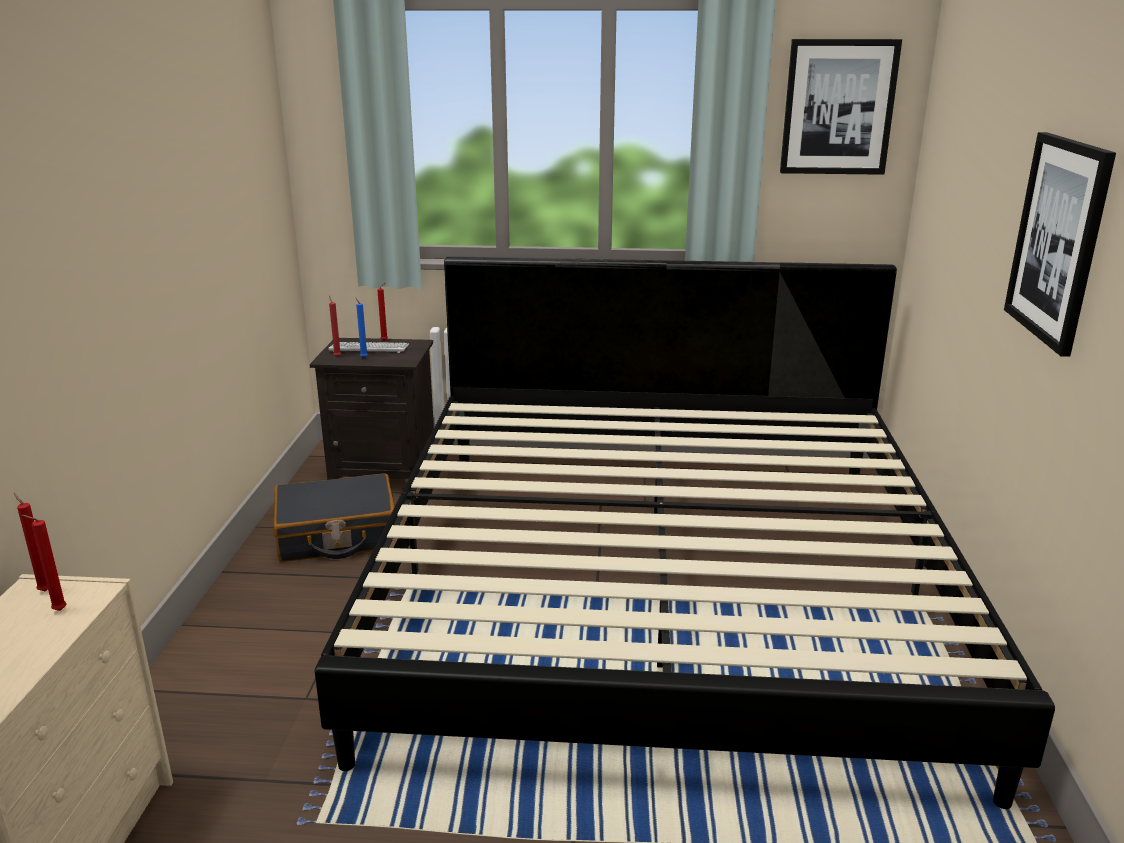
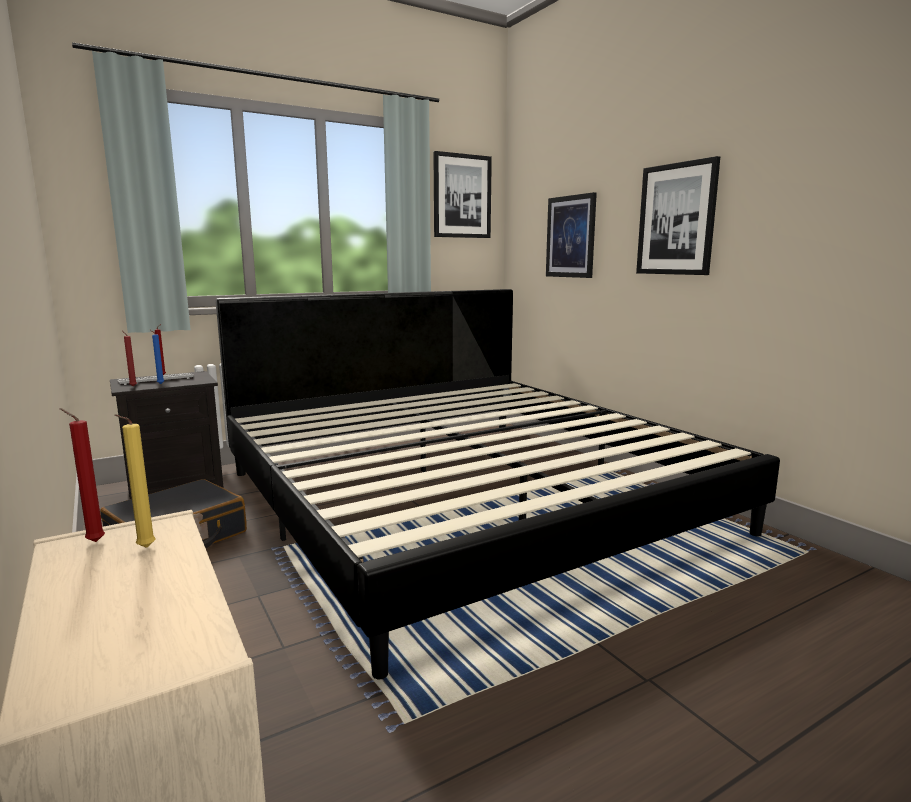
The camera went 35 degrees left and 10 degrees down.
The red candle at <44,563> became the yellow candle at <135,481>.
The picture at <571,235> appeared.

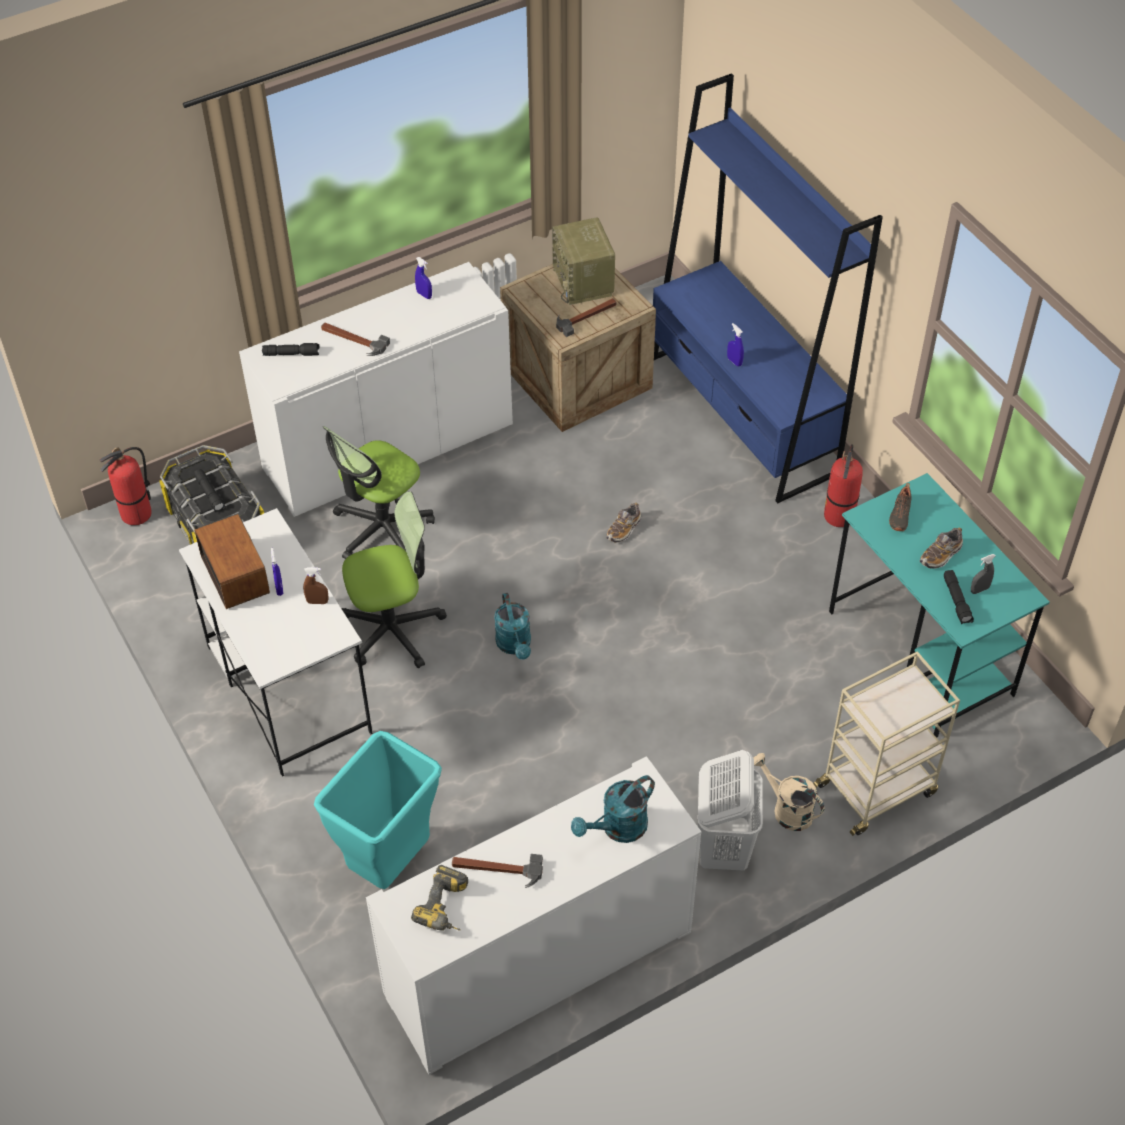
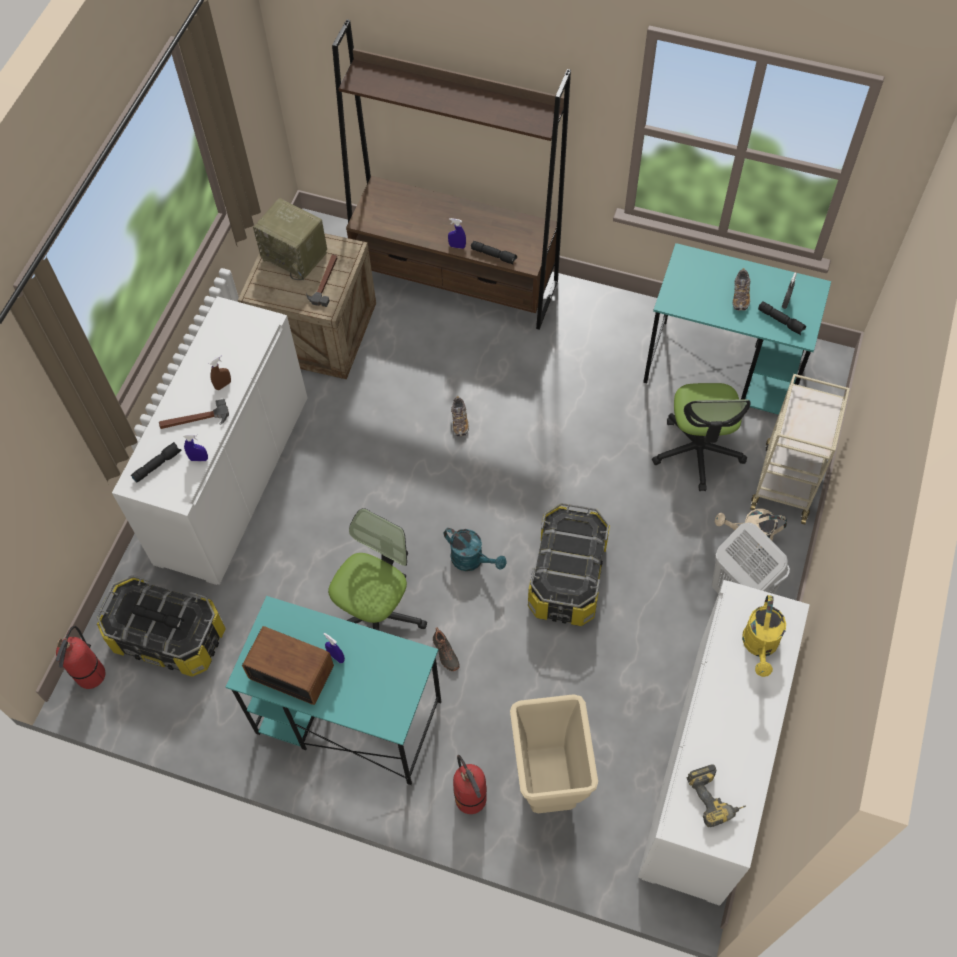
The camera went 40 degrees left and 10 degrees up.
The blue bookcase at <768,288> became the brown bookcase at <451,174>.
The blue spray bottle moved from <423,278> to <195,447>.
The office chair moved from <379,492> to <701,437>.
The fire extinguisher moved from <843,485> to <470,784>.
The black shoe moved from <900,507> to <446,649>.
The white desk at <276,642> became the turquoise desk at <333,690>.
The brown spray bottle moved from <316,585> to <220,372>.
The turquoise trash can at <378,810> became the beige trash can at <554,753>.
The turquoise watering can at <613,809> became the yellow watering can at <764,636>.
The hammer at <497,871> disappeared.
The black flashlight at <494,253> appeared.
The storage box at <569,564> appeared.

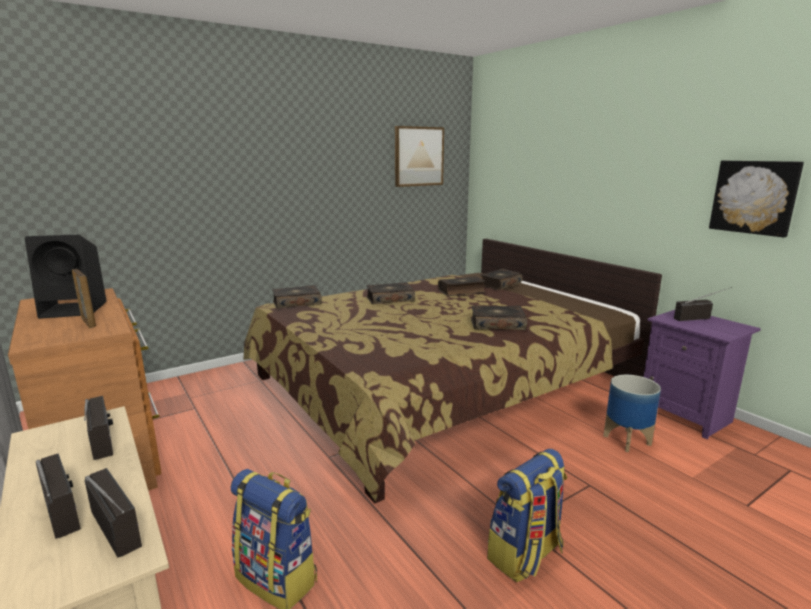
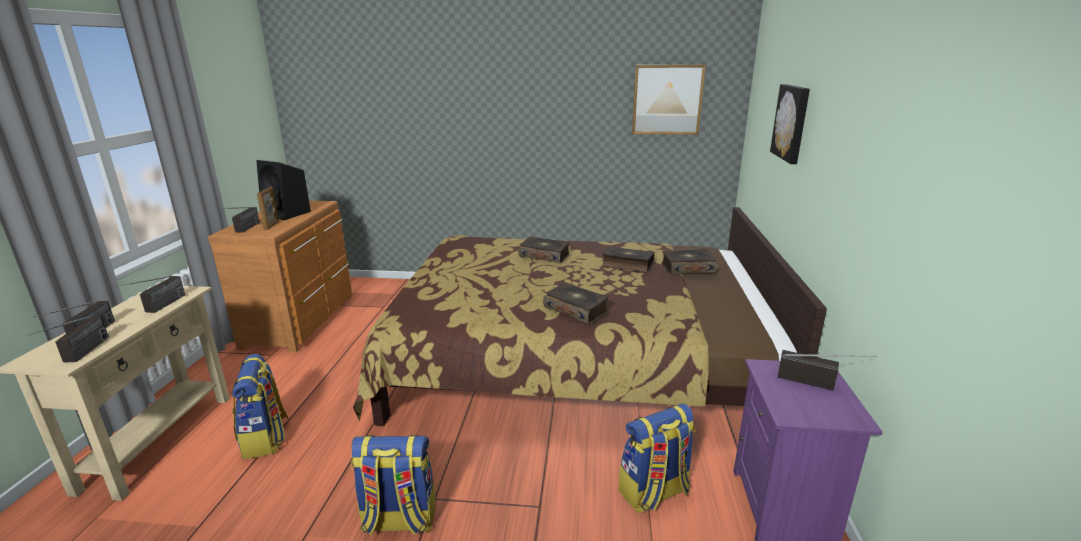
The camera went 40 degrees right and 5 degrees up.
The picture moved from <756,199> to <790,124>.
The book at <297,297> disappeared.
The planter at <632,413> was replaced by the backpack at <657,458>.
The radio at <239,219> appeared.

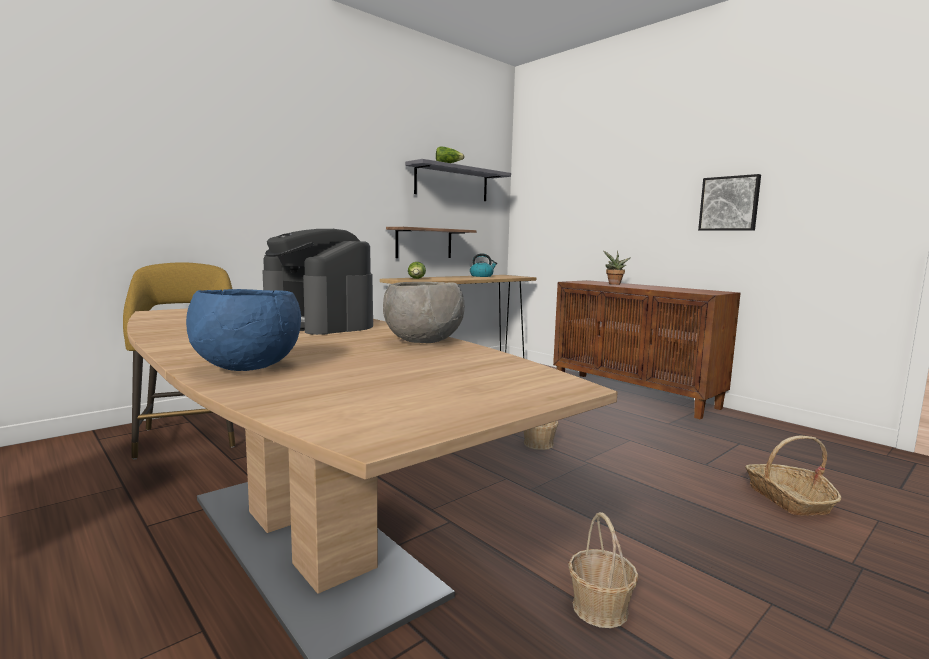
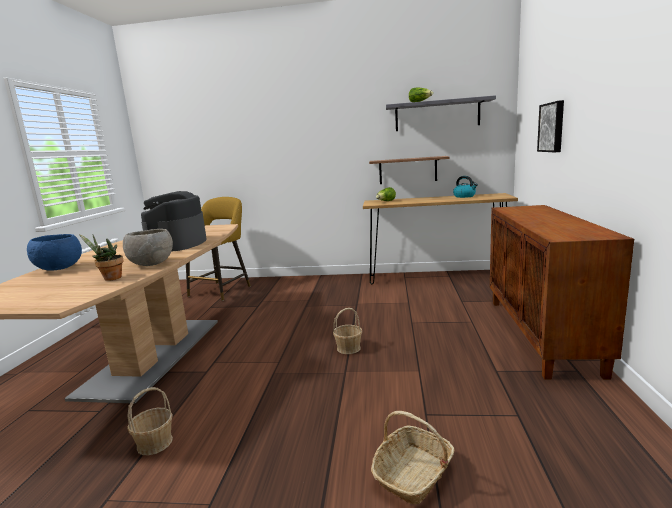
The camera went 50 degrees right and 5 degrees up.
The picture moved from <729,202> to <550,126>.
The potted plant moved from <616,268> to <101,257>.

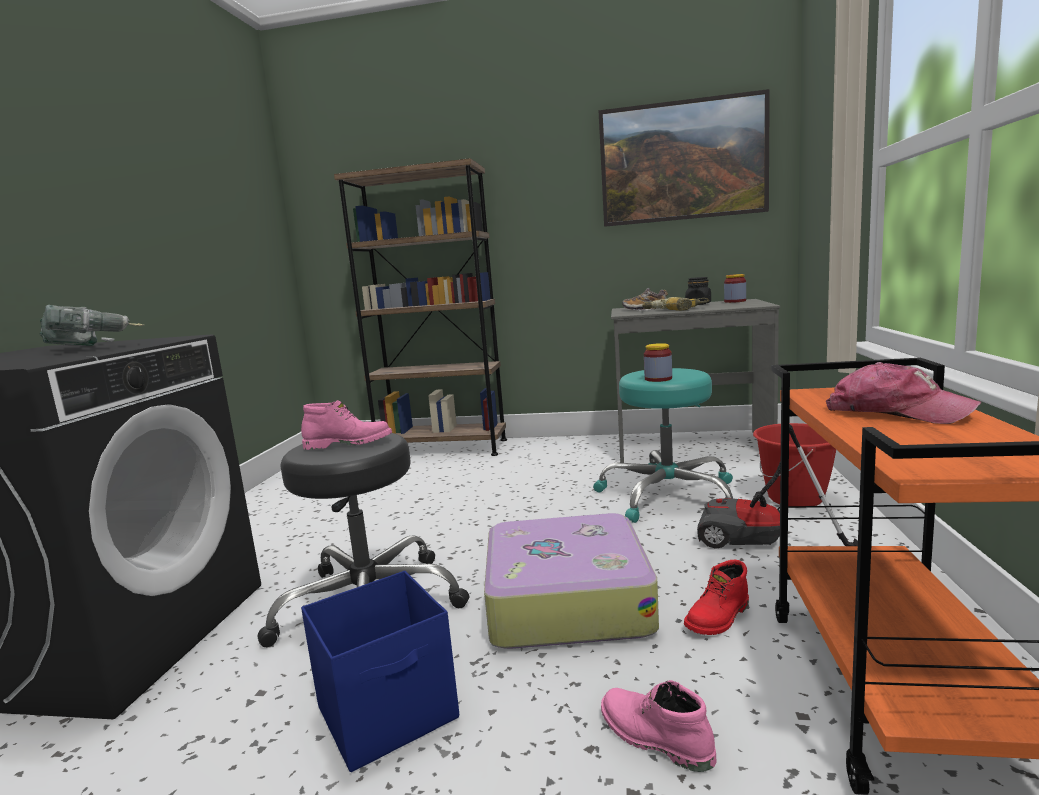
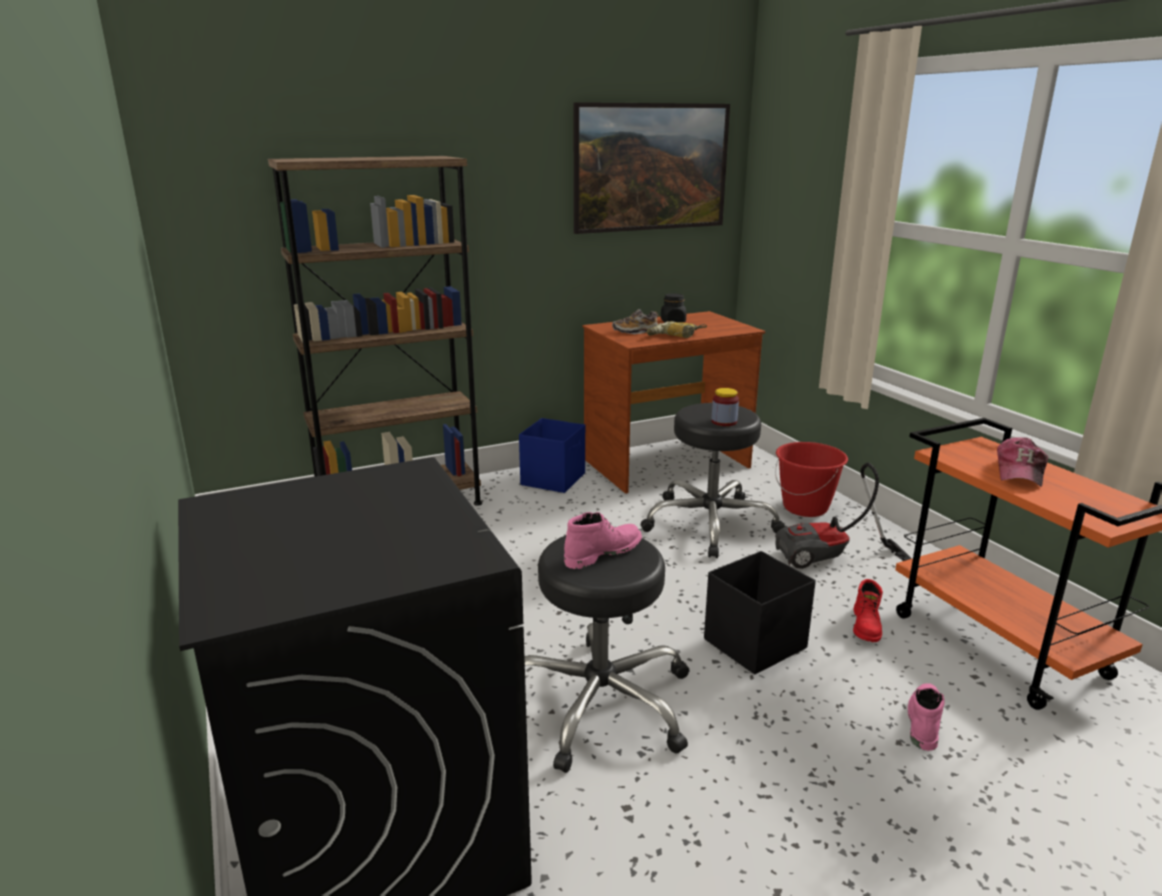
The camera went 35 degrees left and 10 degrees up.
The jar at <735,288> disappeared.
The grey desk at <695,381> became the brown desk at <674,402>.
The power drill at <92,325> disappeared.
The cap at <903,393> turned 105 degrees clockwise.
The turquoise stool at <663,445> became the black stool at <713,480>.
The suitcase at <571,581> was replaced by the black storage box at <760,613>.
The blue storage box moved from <380,671> to <552,455>.
The pink boot at <658,726> turned 105 degrees clockwise.

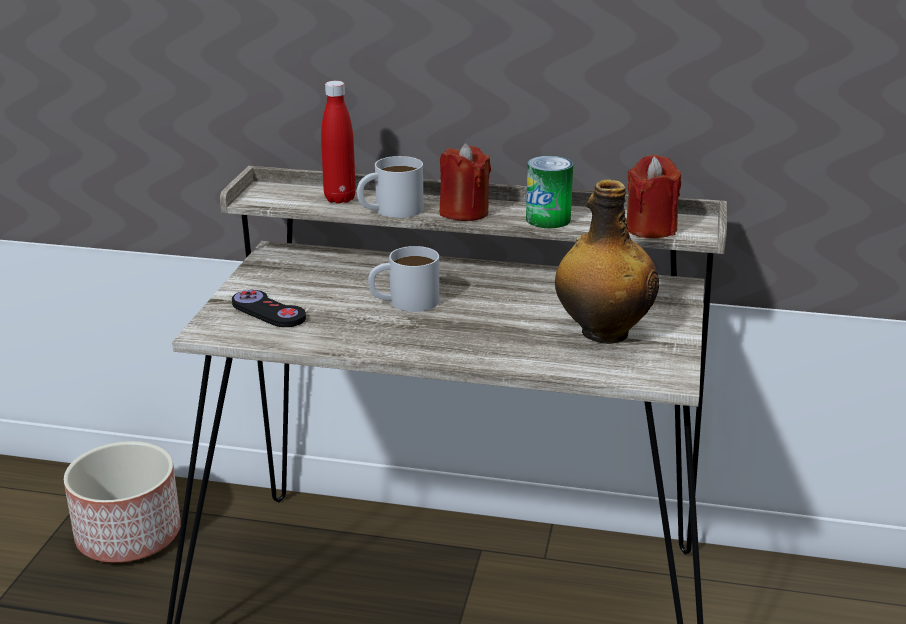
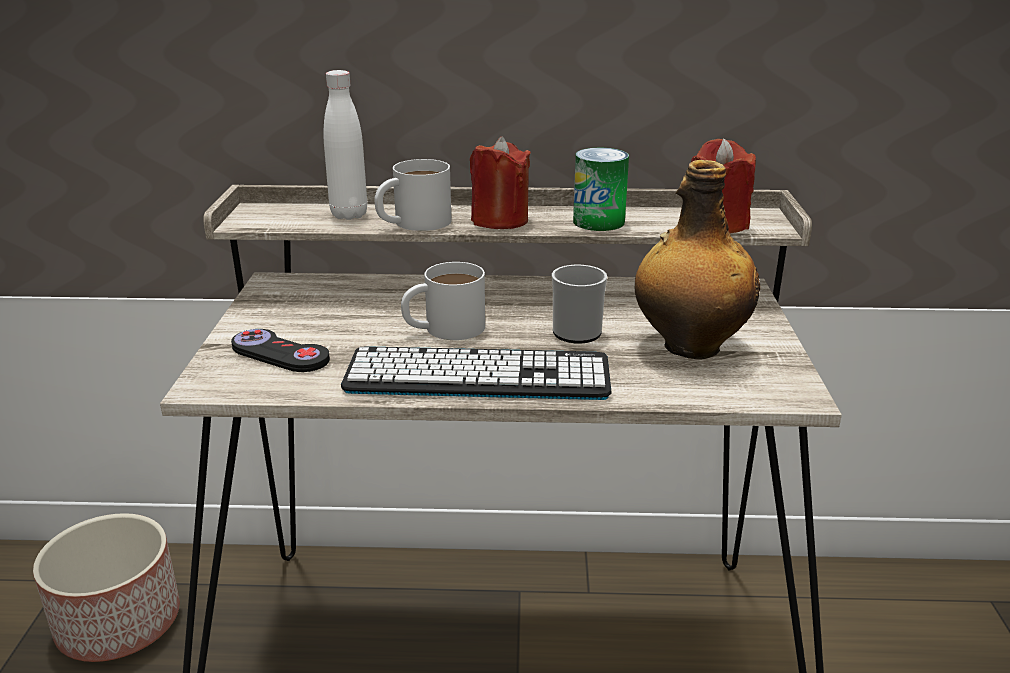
The camera went 10 degrees left and 0 degrees up.
The red bottle at <338,142> became the white bottle at <345,145>.
The mug at <579,304> appeared.
The keyboard at <476,373> appeared.

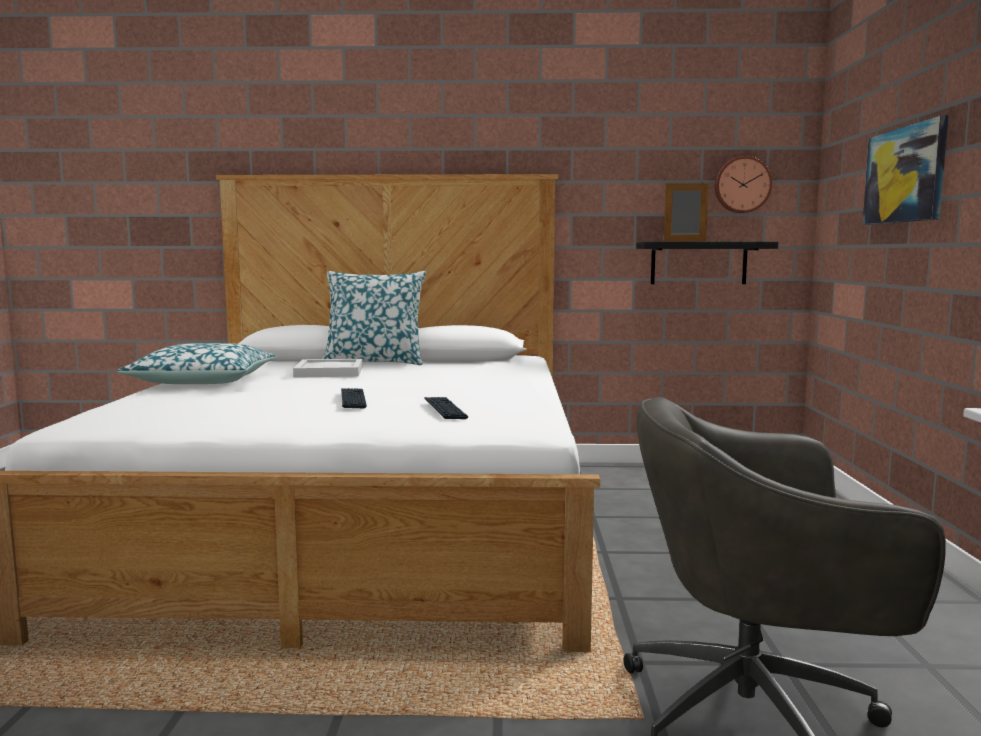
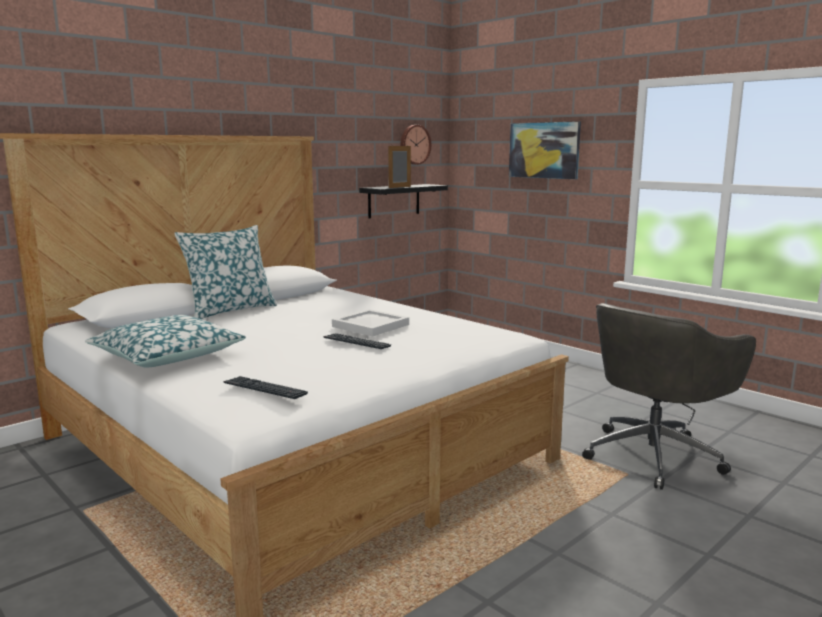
The camera went 45 degrees left and 5 degrees up.
The white tray moved from <328,368> to <370,323>.
The keyboard moved from <446,408> to <266,387>.

